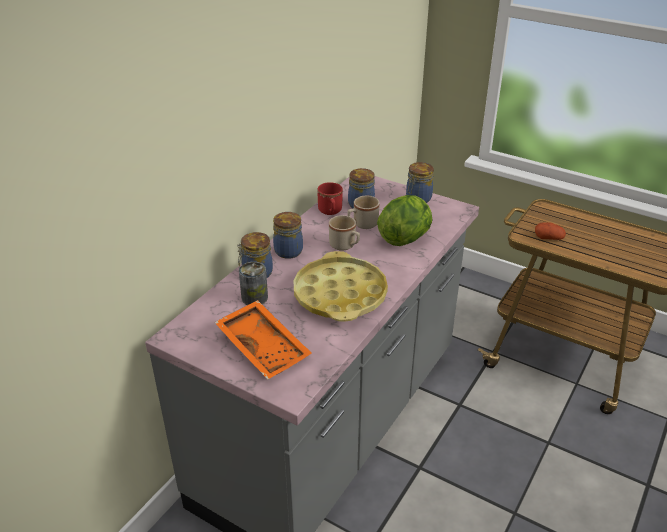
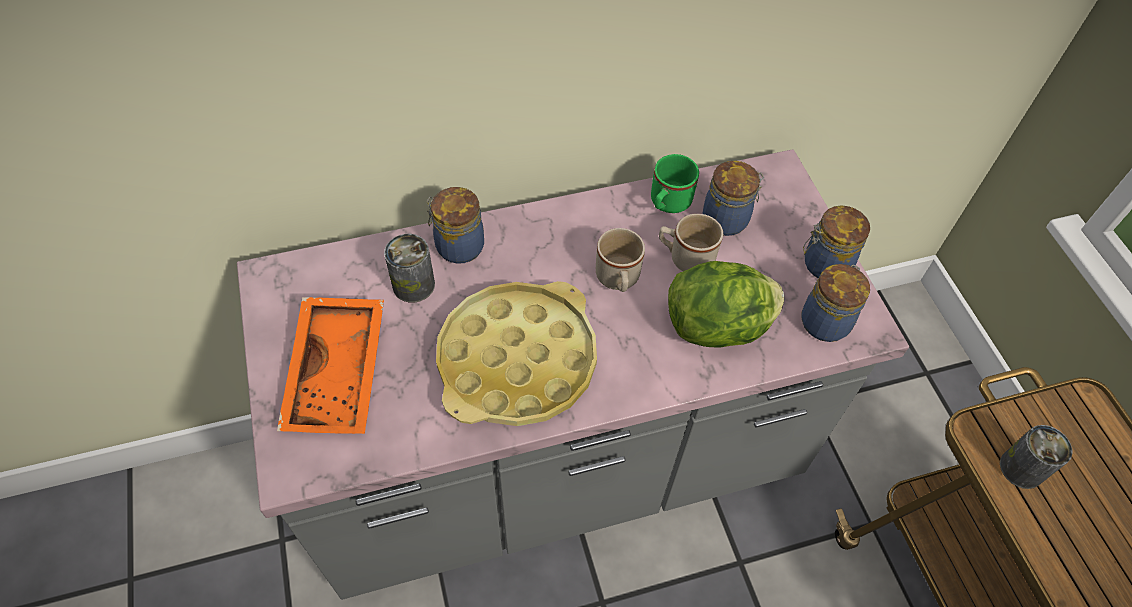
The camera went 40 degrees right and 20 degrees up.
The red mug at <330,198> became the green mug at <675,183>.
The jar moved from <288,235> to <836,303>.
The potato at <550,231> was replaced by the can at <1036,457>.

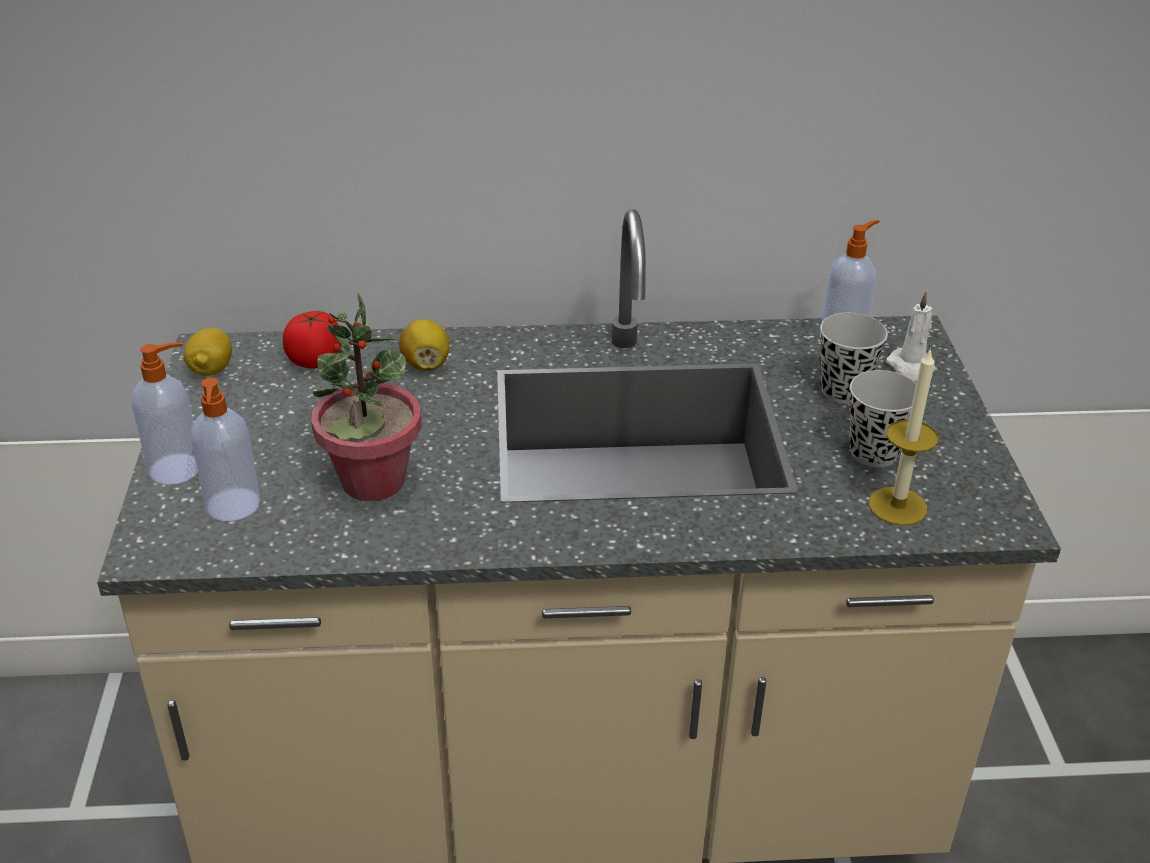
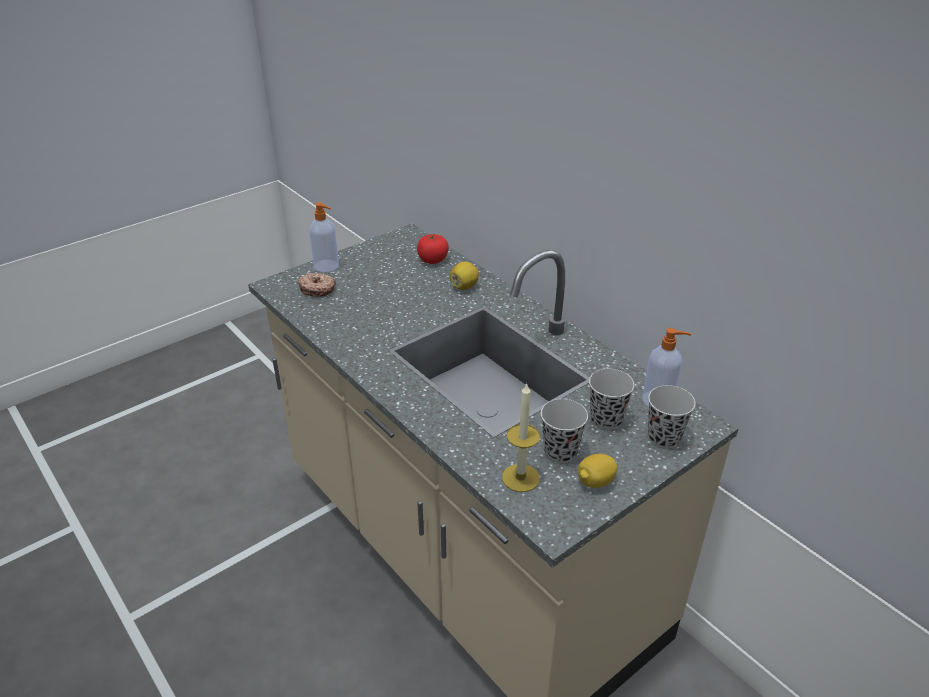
The camera went 55 degrees right and 0 degrees up.
The white candle at <911,336> was replaced by the black cup at <672,416>.
The potted plant at <366,397> disappeared.
The lemon moved from <208,352> to <597,471>.
The soap dispenser at <225,449> was replaced by the donut at <317,285>.

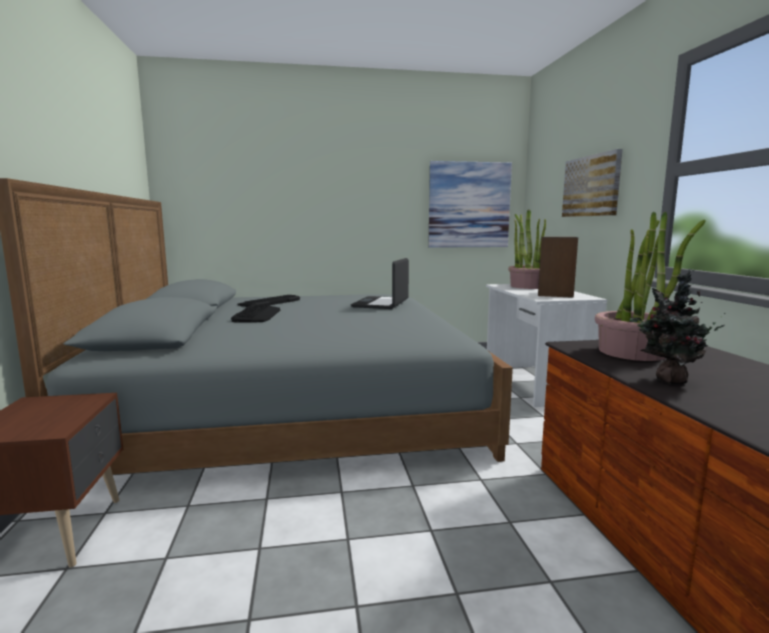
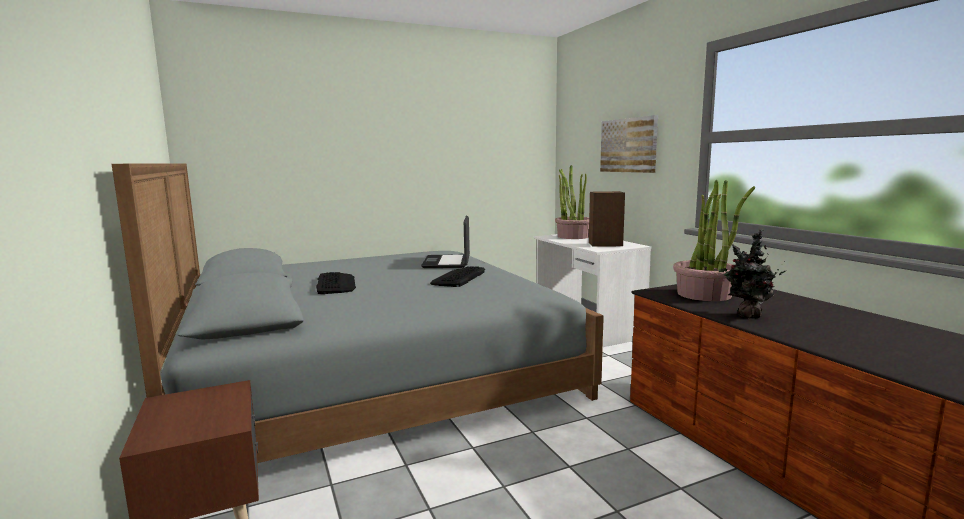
The camera went 15 degrees left and 0 degrees up.
The picture at <470,204> disappeared.
The keyboard moved from <268,301> to <457,276>.

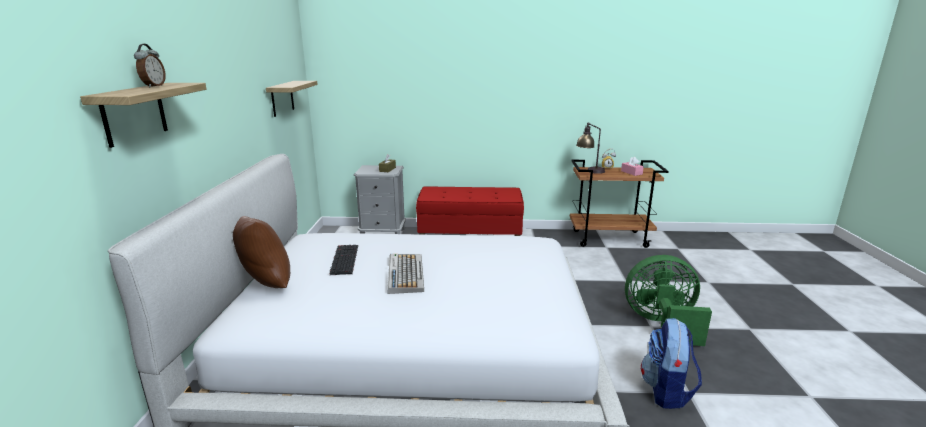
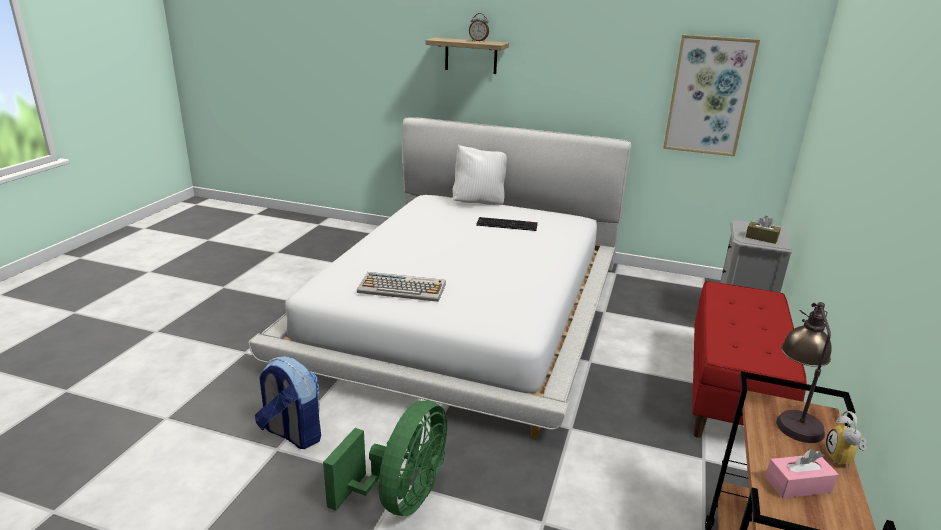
The camera went 105 degrees right and 5 degrees up.
The shelf at <292,99> was replaced by the picture at <711,95>.
The brown pillow at <261,252> became the white pillow at <479,175>.
The keyboard moved from <406,274> to <401,287>.

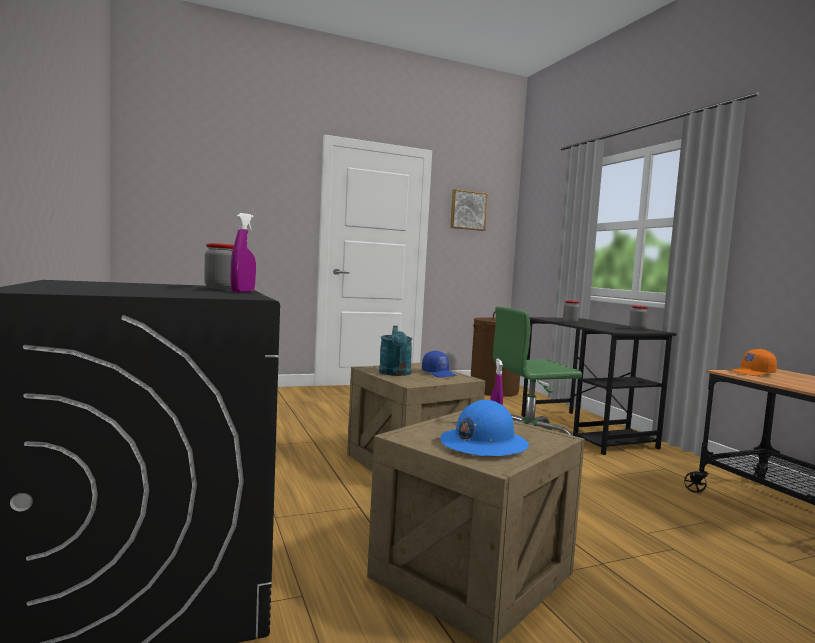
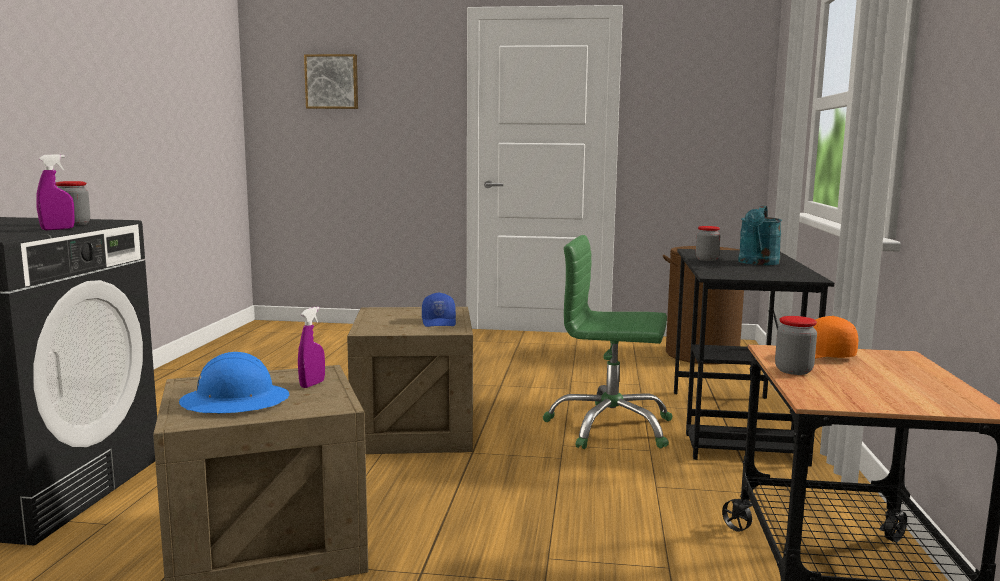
The camera went 30 degrees right and 5 degrees up.
The picture moved from <469,210> to <331,81>.
The jar moved from <639,318> to <796,345>.
The turquoise watering can moved from <395,351> to <760,235>.

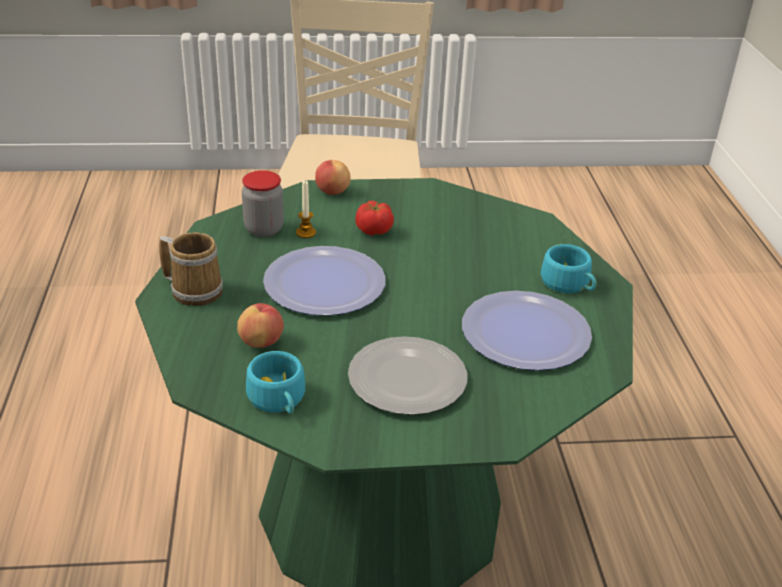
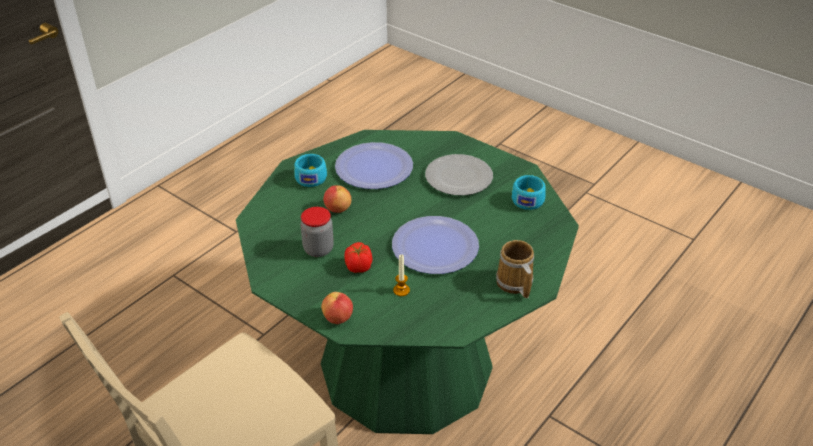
The camera went 135 degrees left and 5 degrees up.
The jar moved from <263,203> to <317,232>.
The apple moved from <260,325> to <337,199>.

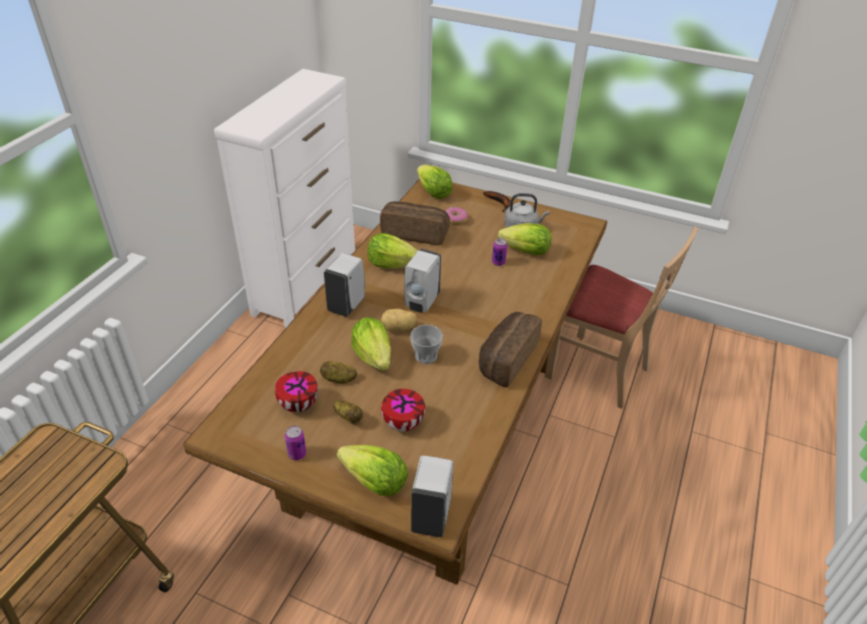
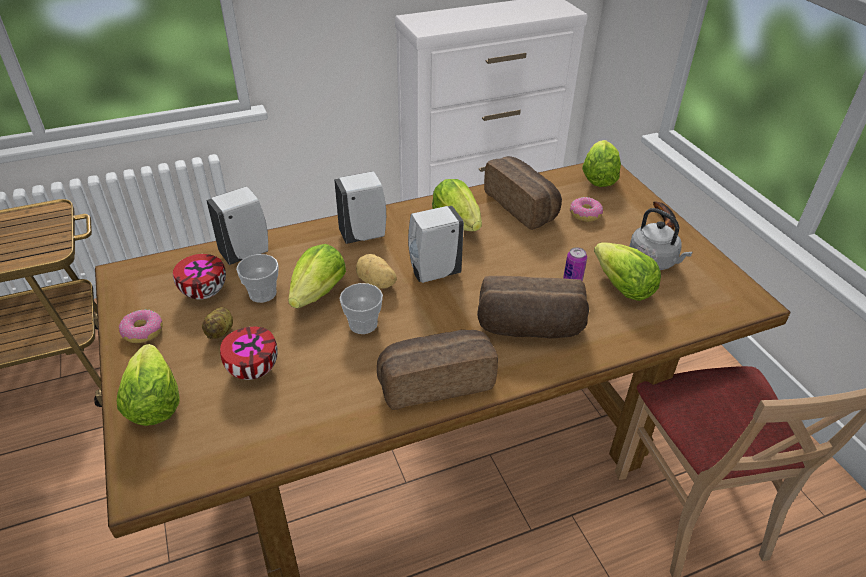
The camera went 45 degrees right and 0 degrees up.
The potato at <338,372> was replaced by the cup at <257,278>.
The can at <295,443> was replaced by the donut at <141,326>.
The white soap dispenser moved from <432,496> to <237,225>.
The bread at <533,307> appeared.

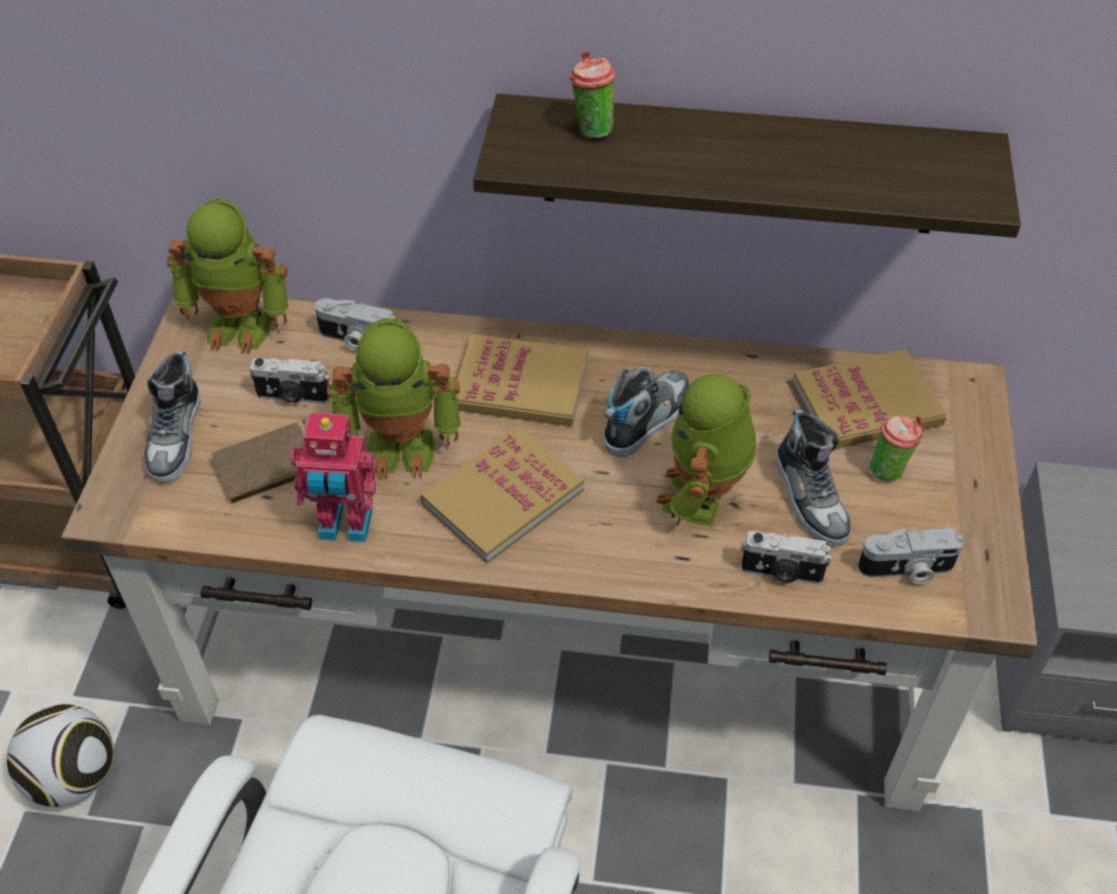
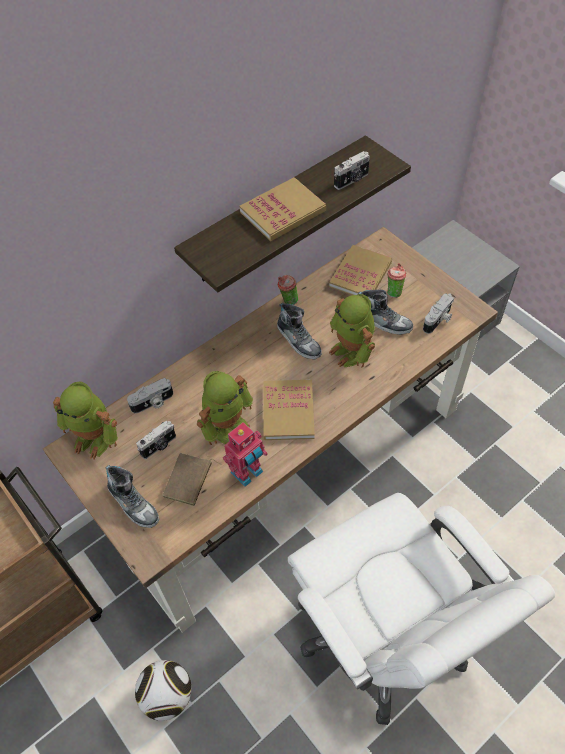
The camera went 45 degrees left and 5 degrees up.
The cup moved from <593,94> to <288,290>.
The toy robot at <228,276> turned 60 degrees clockwise.
The book moved from <522,380> to <283,209>.
The shoe at <647,412> turned 150 degrees clockwise.
The photo camera moved from <786,557> to <352,170>.

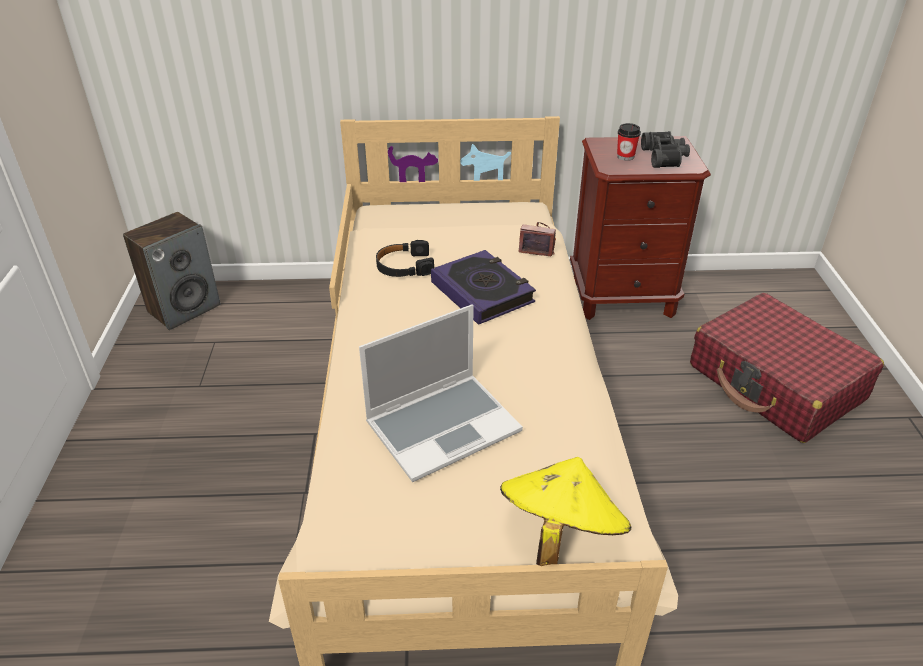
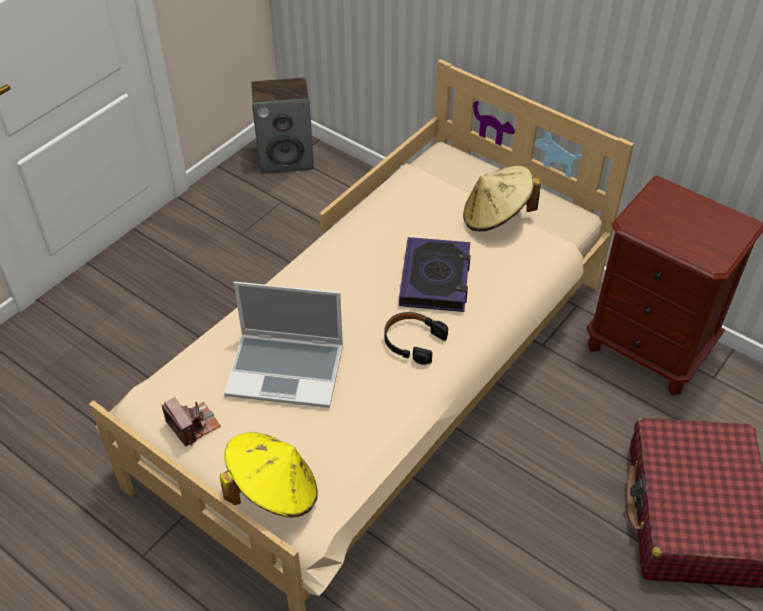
The camera went 40 degrees right and 10 degrees up.
The cup at <629,142> disappeared.
The black binoculars at <665,149> disappeared.
The photo camera moved from <537,239> to <191,421>.
The black headphones moved from <405,258> to <416,338>.
The beige hat at <502,198> appeared.

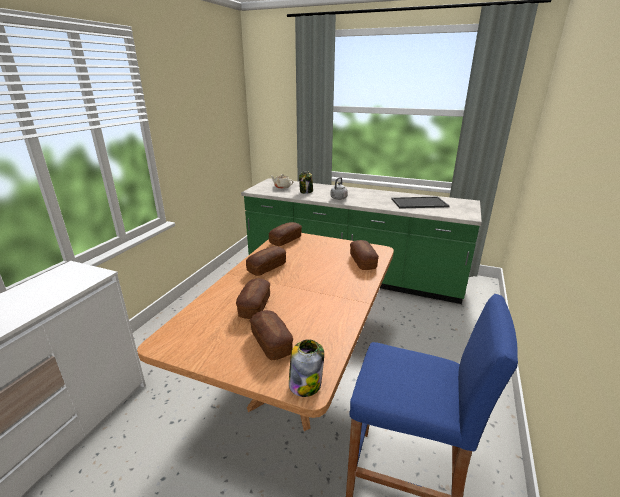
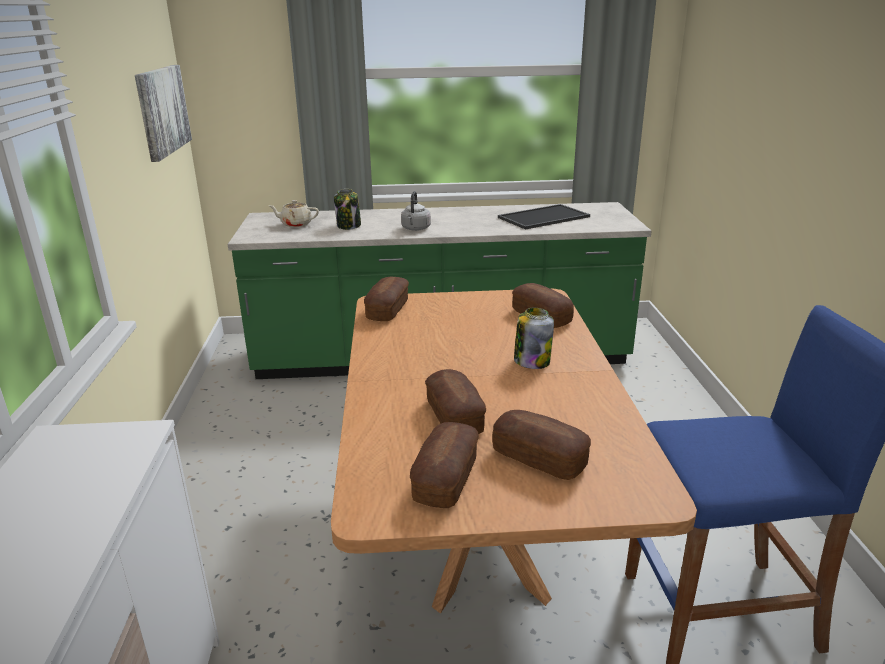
The camera went 25 degrees left and 0 degrees up.
The bread moved from <266,261> to <444,465>.
The jar moved from <306,368> to <534,338>.
The picture at <163,113> appeared.

